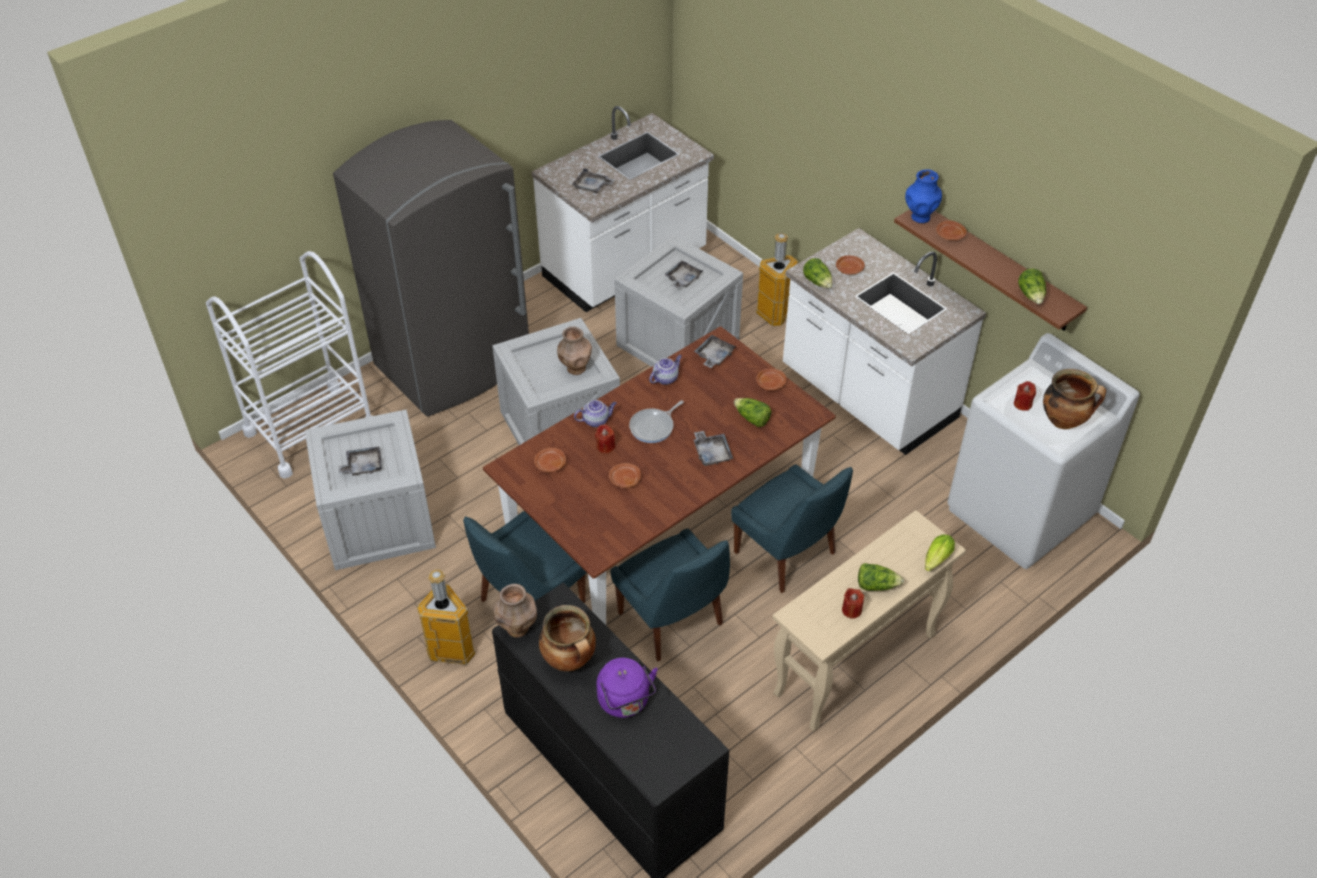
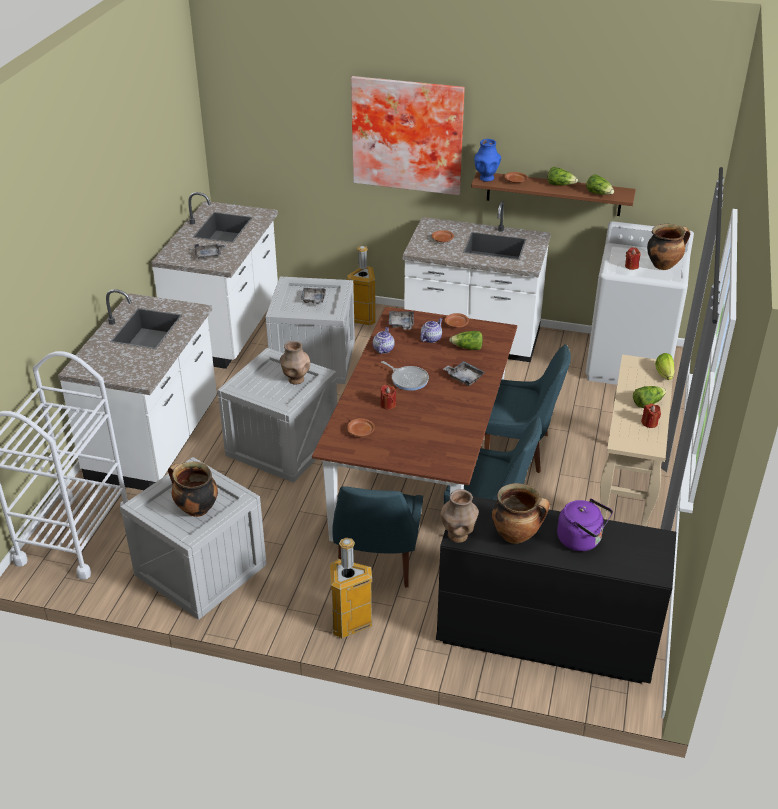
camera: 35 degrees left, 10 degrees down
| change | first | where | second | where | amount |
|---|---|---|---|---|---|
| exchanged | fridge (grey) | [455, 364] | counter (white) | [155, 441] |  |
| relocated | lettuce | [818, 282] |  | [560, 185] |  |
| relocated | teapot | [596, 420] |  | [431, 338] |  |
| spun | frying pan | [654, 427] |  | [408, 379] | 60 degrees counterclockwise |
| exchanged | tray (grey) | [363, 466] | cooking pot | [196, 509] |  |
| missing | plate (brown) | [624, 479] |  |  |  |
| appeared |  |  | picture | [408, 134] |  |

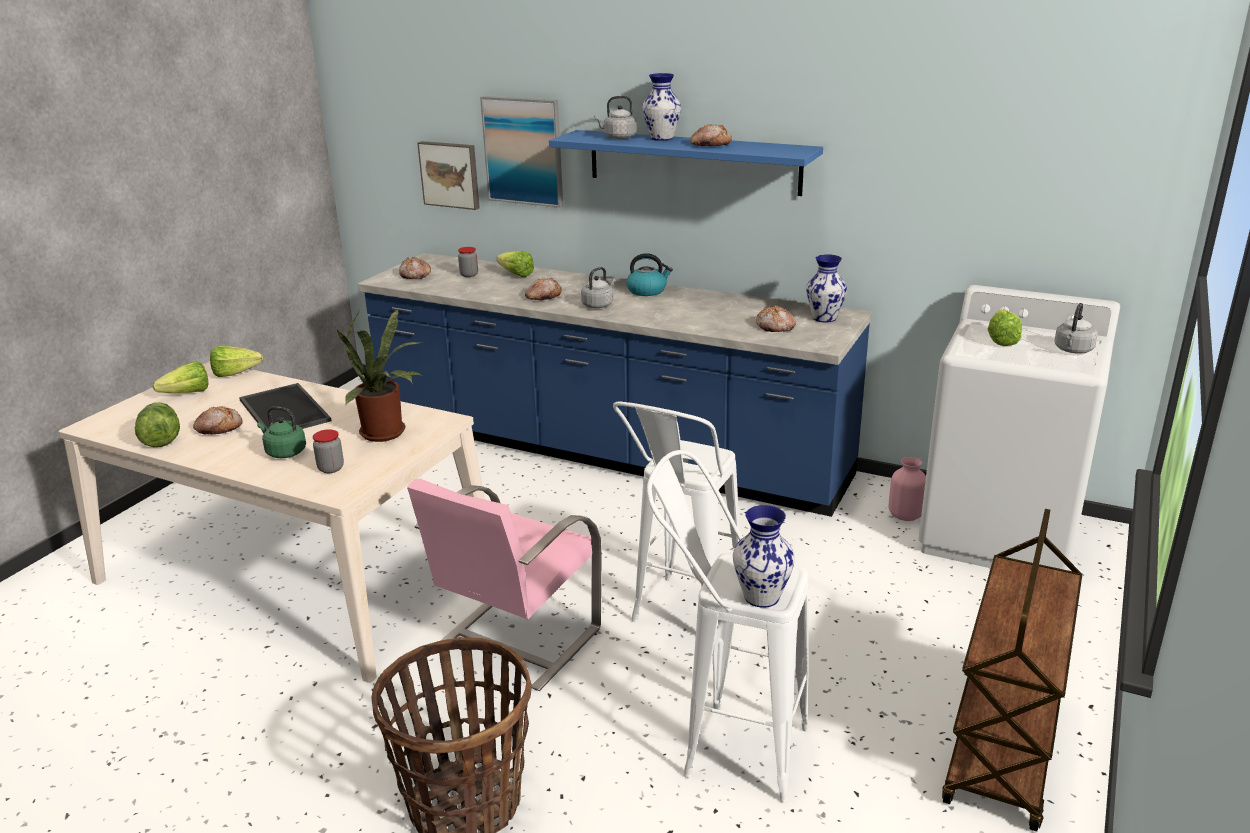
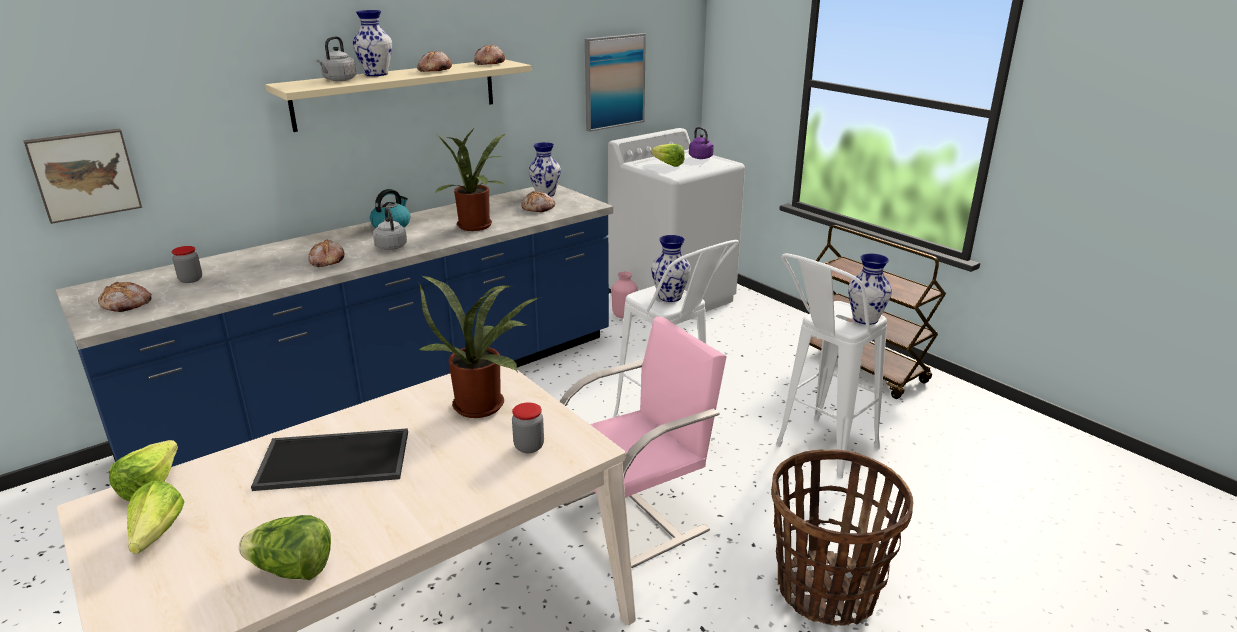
camera: 65 degrees left, 0 degrees up
| change | first | where | second | where | amount |
|---|---|---|---|---|---|
| relocated | picture | [523, 151] |  | [614, 81] |  |
| colour | shelf (blue) | [693, 162] | shelf (beige) | [397, 93] |  |
| missing | lettuce | [514, 274] |  |  |  |
| colour | kettle (grey) | [1073, 350] | kettle (purple) | [701, 158] |  |
| relocated | bread | [219, 428] |  | [489, 63] |  |
| missing | kettle (green) | [284, 452] |  |  |  |
| spun | chair (pink) | [515, 640] |  | [635, 515] | 90 degrees counterclockwise |
| appeared |  |  | potted plant | [477, 227] |  |
| appeared |  |  | vase | [670, 297] |  |

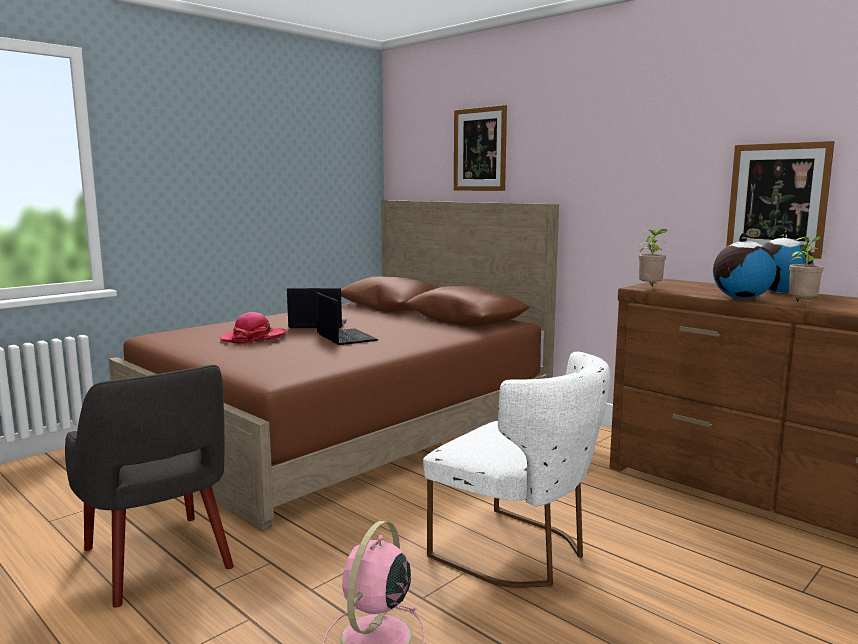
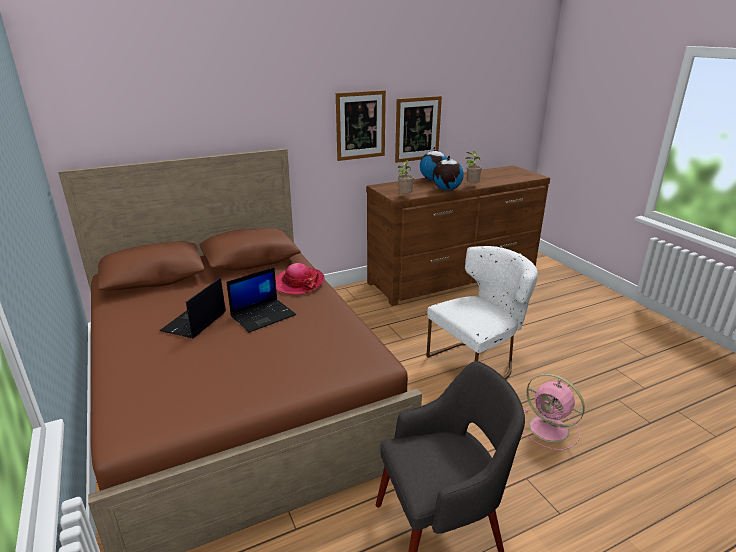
camera: 70 degrees left, 15 degrees up
| change | first | where | second | where | amount |
|---|---|---|---|---|---|
| relocated | picture | [480, 149] |  | [360, 125] |  |
| spun | laptop | [345, 337] |  | [263, 315] | 150 degrees clockwise |
| relocated | hat | [254, 338] |  | [298, 283] |  |

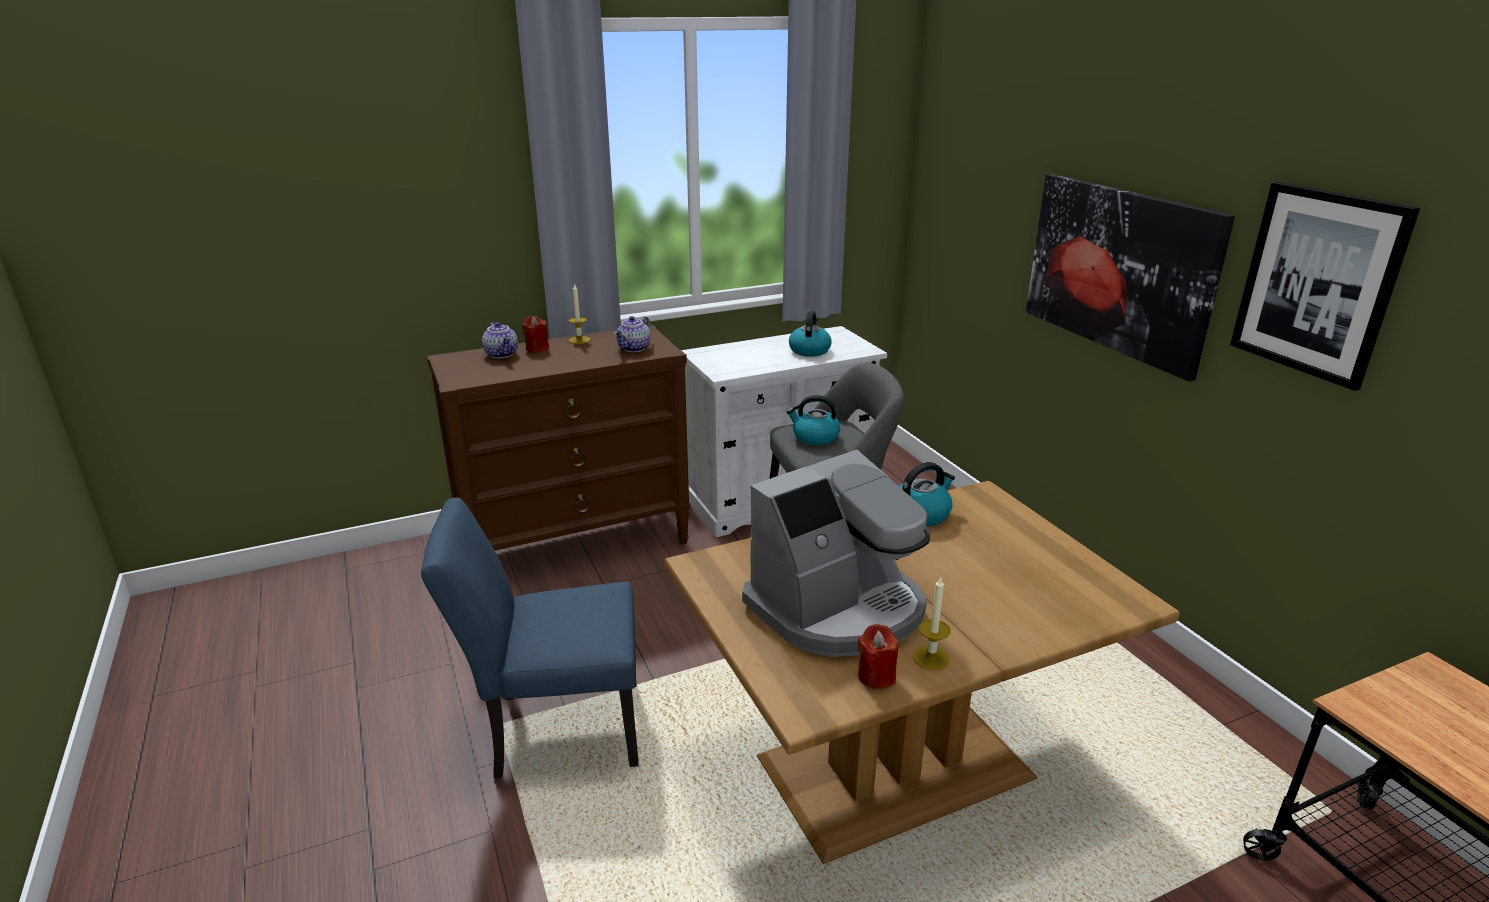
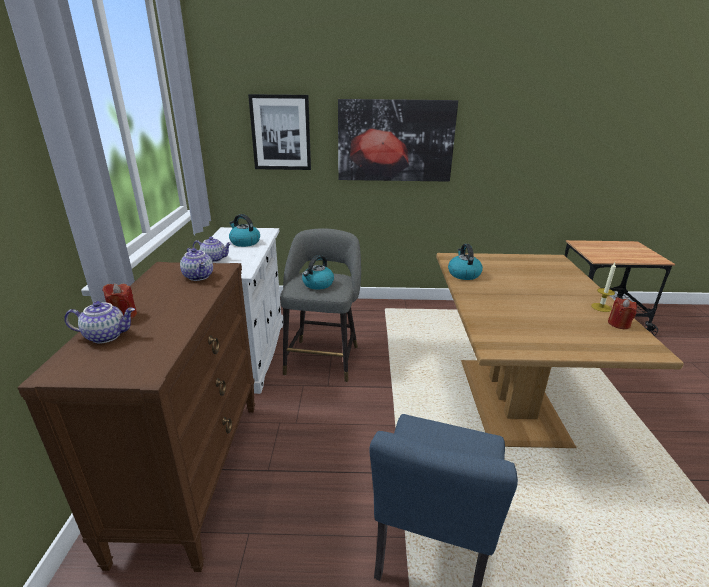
camera: 65 degrees left, 0 degrees up
| change | first | where | second | where | amount |
|---|---|---|---|---|---|
| relocated | picture | [1317, 283] |  | [281, 133] |  |
| missing | candle | [579, 340] |  |  |  |
| missing | coffee machine | [838, 609] |  |  |  |
| appeared |  |  | teapot | [214, 259] |  |

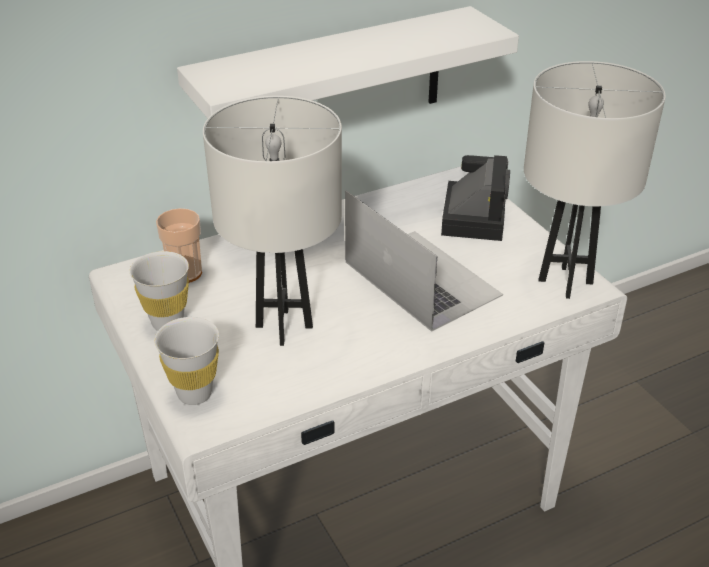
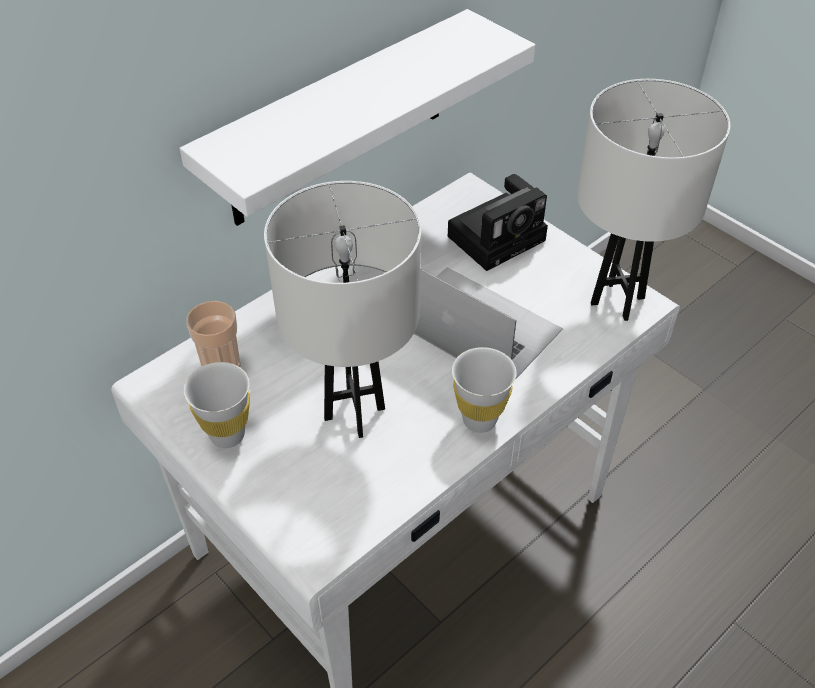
camera: 15 degrees left, 10 degrees up
| change | first | where | second | where | amount |
|---|---|---|---|---|---|
| spun | photo camera | [473, 215] |  | [499, 236] | 60 degrees clockwise |
| relocated | cup (white) | [194, 394] |  | [479, 420] |  |

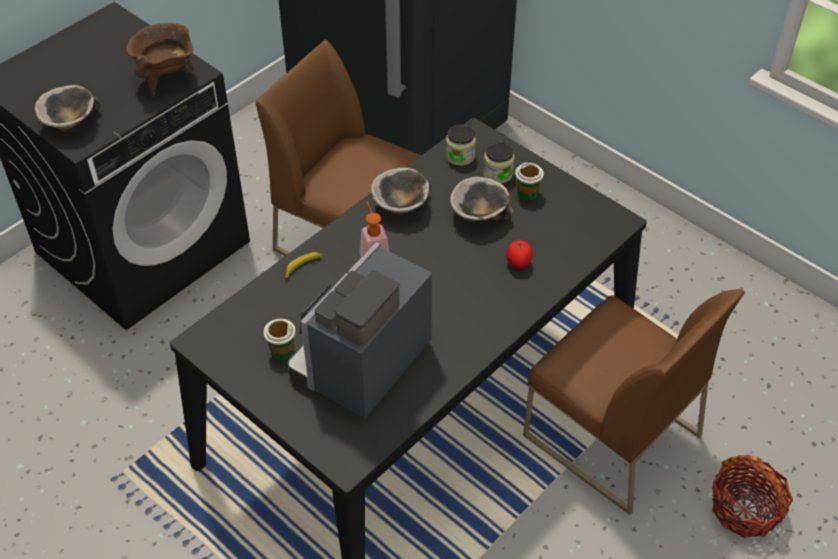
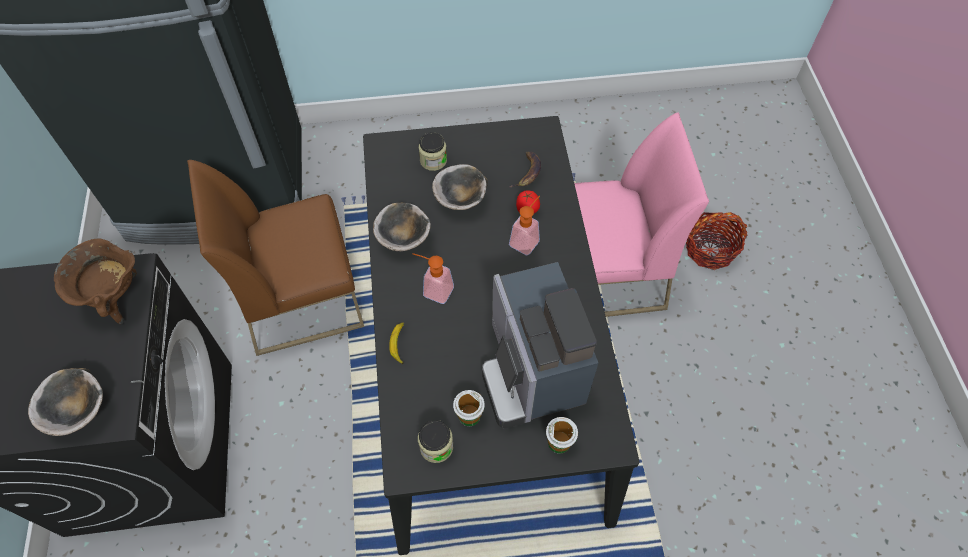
camera: 50 degrees left, 10 degrees up
| change | first | where | second | where | amount |
|---|---|---|---|---|---|
| relocated | jar | [460, 156] |  | [436, 446] |  |
| relocated | cup | [527, 193] |  | [559, 442] |  |
| colour | chair (brown) | [610, 435] | chair (pink) | [603, 274] |  |
| appeared |  |  | banana | [527, 173] |  |
| appeared |  |  | soap dispenser | [527, 239] |  |

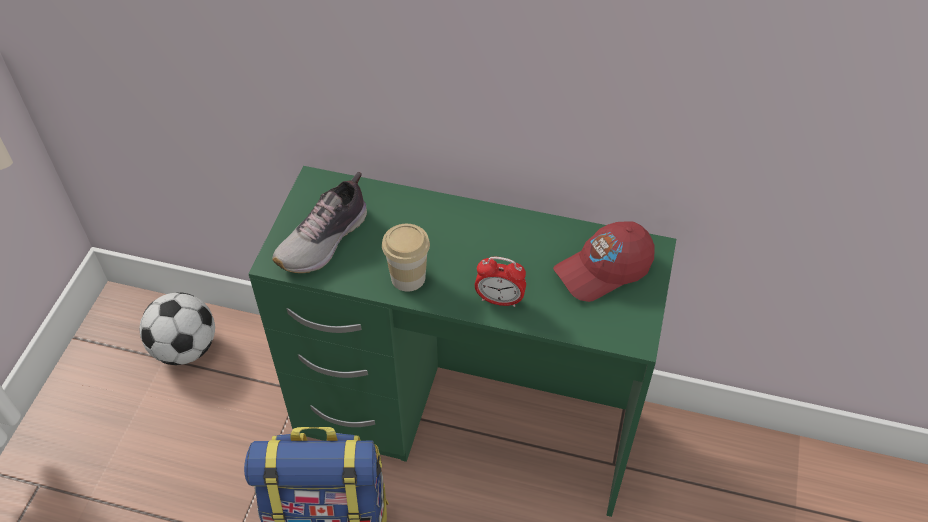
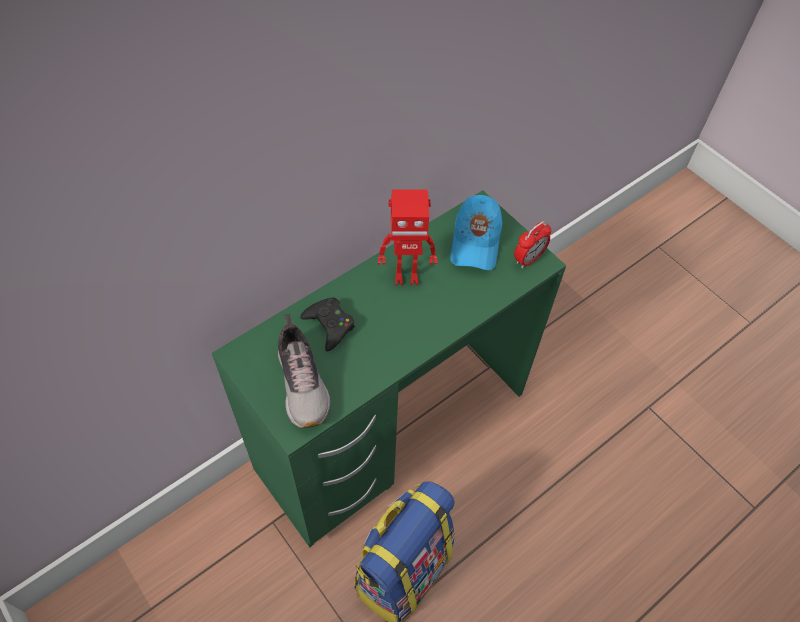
camera: 55 degrees left, 5 degrees up
| change | first | where | second | where | amount |
|---|---|---|---|---|---|
| colour | cap (red) | [603, 270] | cap (blue) | [475, 242] |  |
| missing | cup | [408, 277] |  |  |  |
| relocated | alarm clock | [499, 300] |  | [528, 259] |  |
| missing | football | [185, 348] |  |  |  |
| appeared |  |  | toy robot | [406, 276] |  |
| appeared |  |  | game controller (black) | [329, 325] |  |

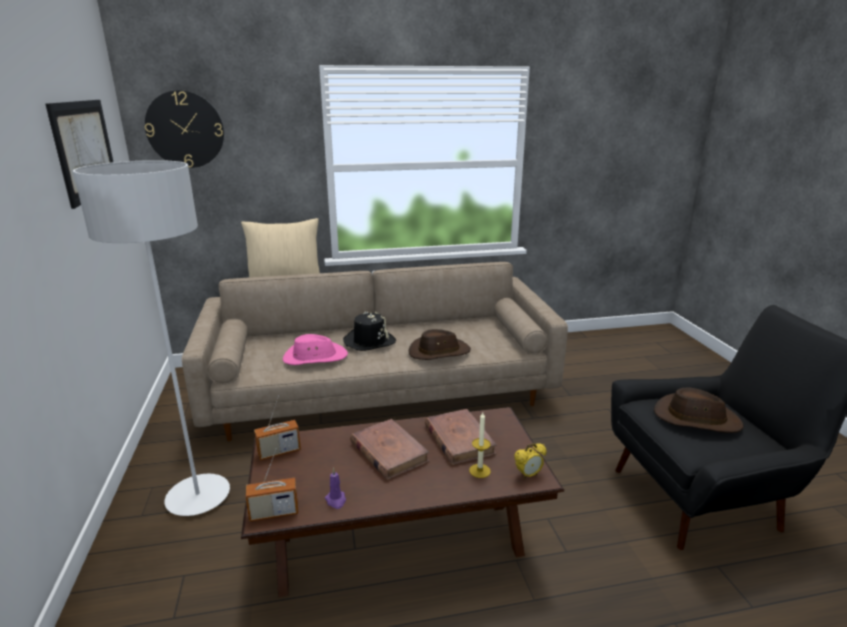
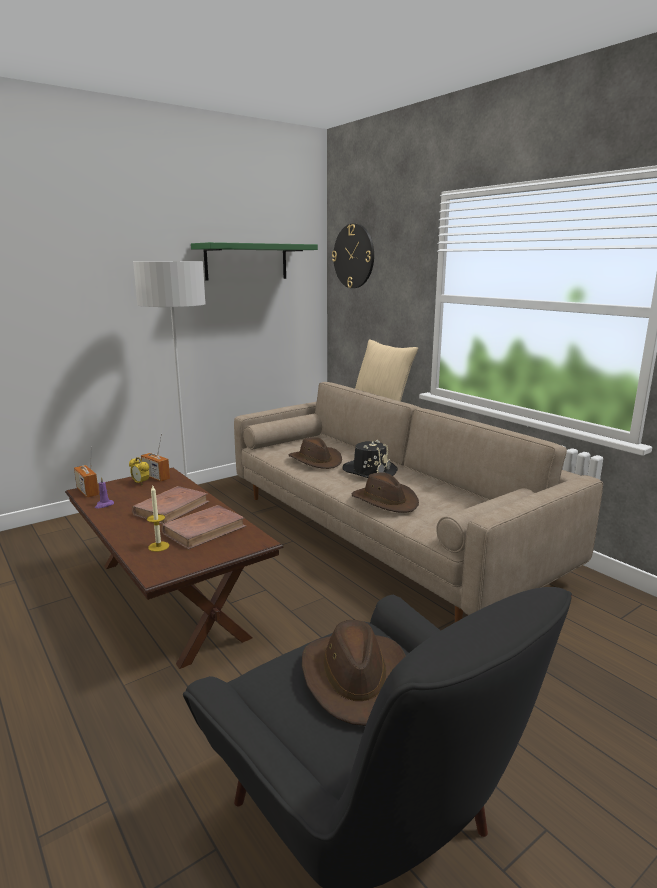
camera: 65 degrees right, 5 degrees down
| change | first | where | second | where | amount |
|---|---|---|---|---|---|
| exchanged | picture | [85, 150] | shelf (green) | [246, 262] |  |
| colour | hat (pink) | [315, 357] | hat (brown) | [316, 460] |  |
| relocated | alarm clock | [528, 475] |  | [140, 483] |  |

